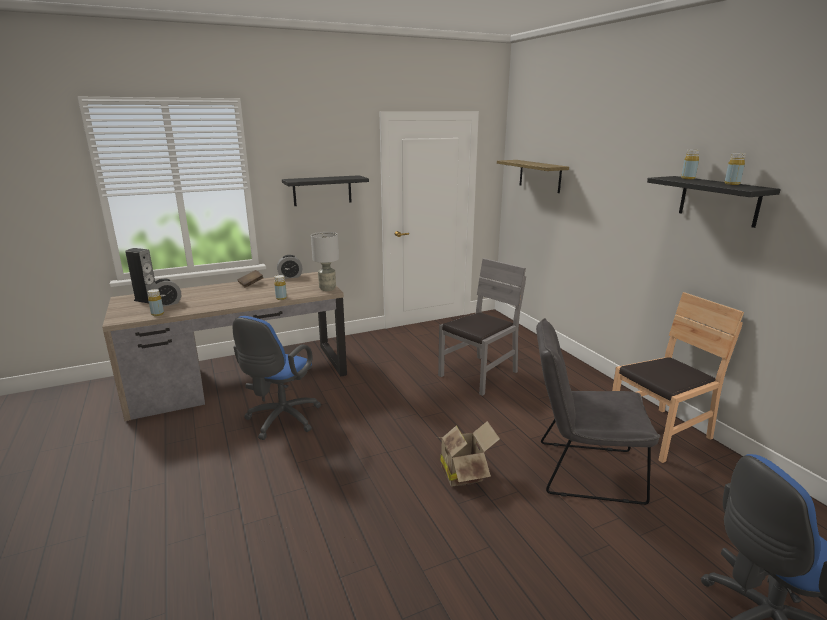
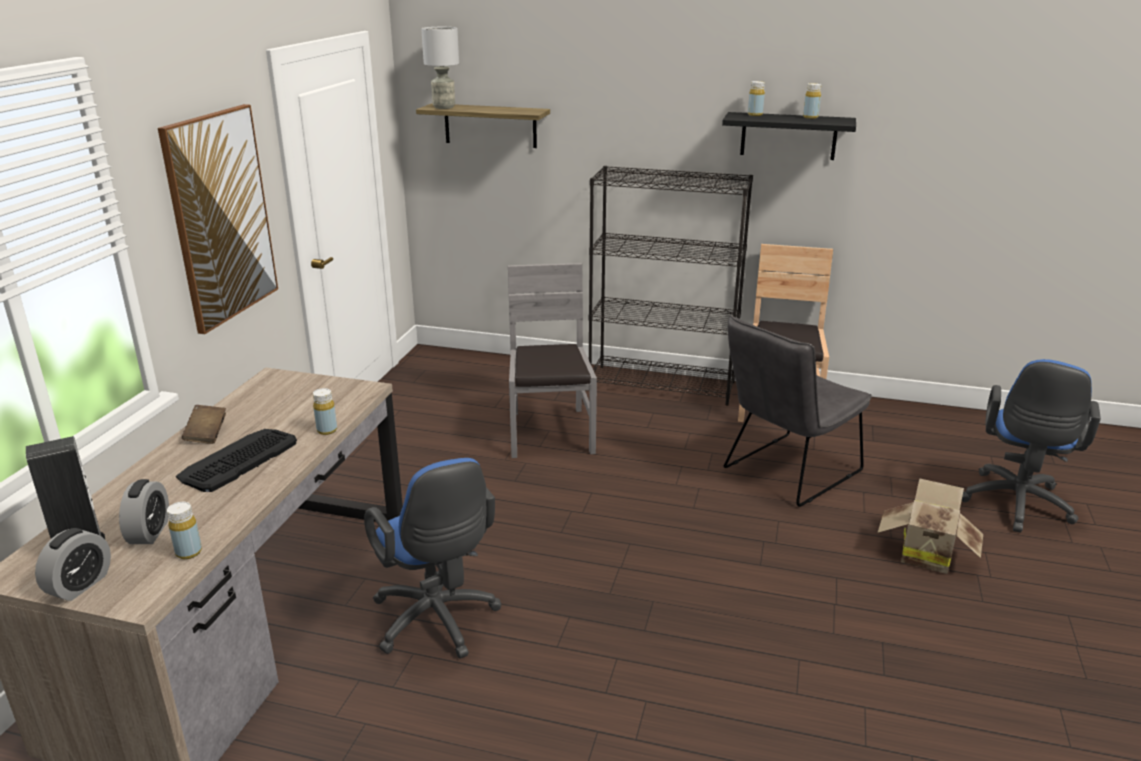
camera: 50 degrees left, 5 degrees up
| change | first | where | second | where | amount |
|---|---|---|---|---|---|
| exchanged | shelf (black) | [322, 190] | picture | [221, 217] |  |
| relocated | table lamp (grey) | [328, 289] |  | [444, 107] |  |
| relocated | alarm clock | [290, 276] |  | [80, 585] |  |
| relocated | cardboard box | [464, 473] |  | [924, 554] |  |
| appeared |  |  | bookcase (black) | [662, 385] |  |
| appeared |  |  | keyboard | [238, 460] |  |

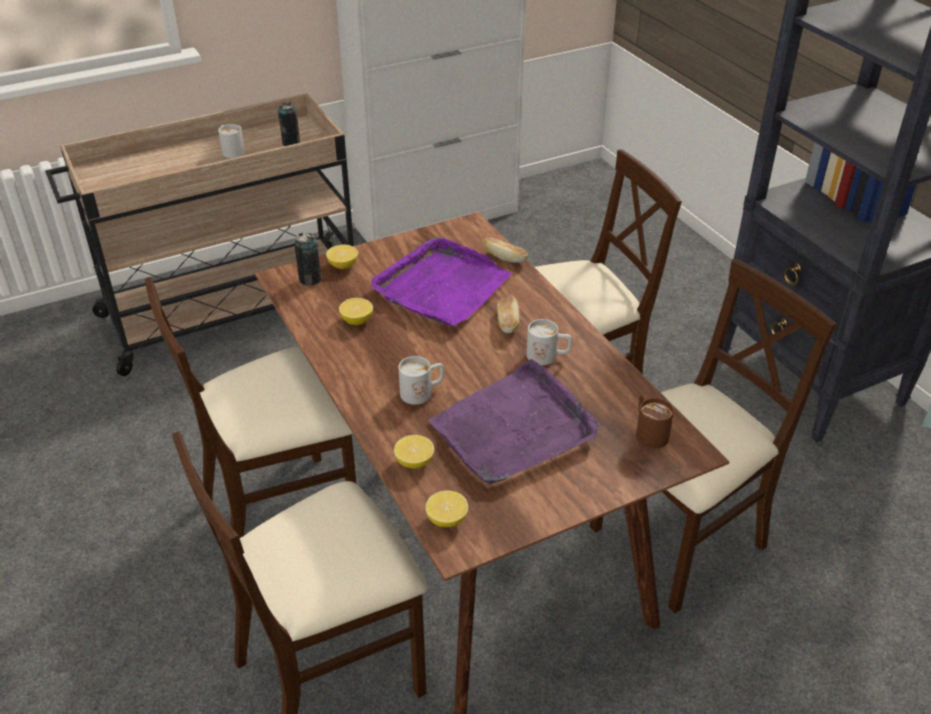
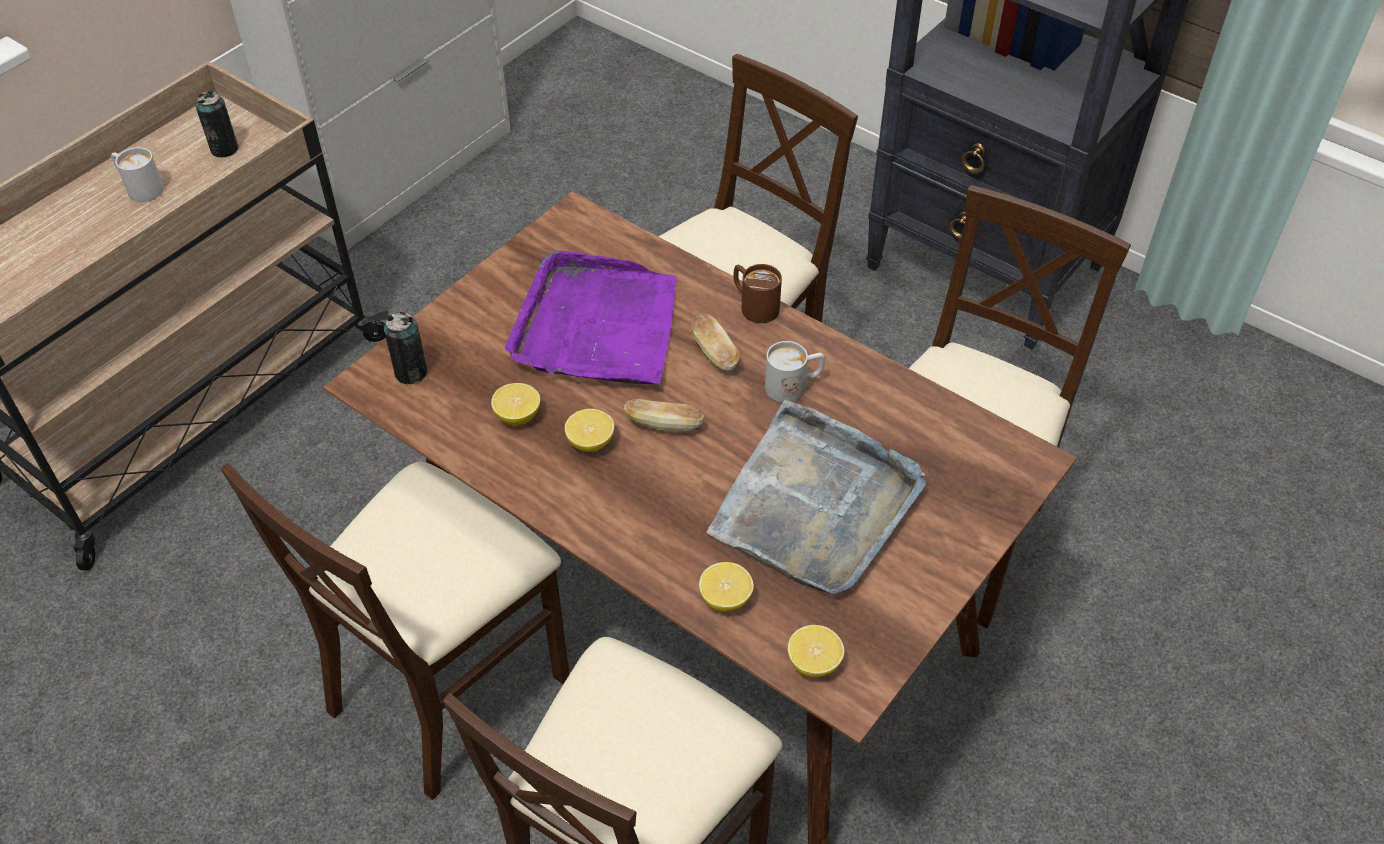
camera: 25 degrees left, 10 degrees up
| change | first | where | second | where | amount |
|---|---|---|---|---|---|
| relocated | bread | [504, 258] |  | [664, 424] |  |
| relocated | lemon | [343, 265] |  | [590, 442] |  |
| missing | mug (white) | [422, 392] |  |  |  |
| colour | tray (purple) | [514, 429] | tray (grey) | [815, 505] |  |
| relocated | mug (brown) | [648, 432] |  | [753, 305] |  |

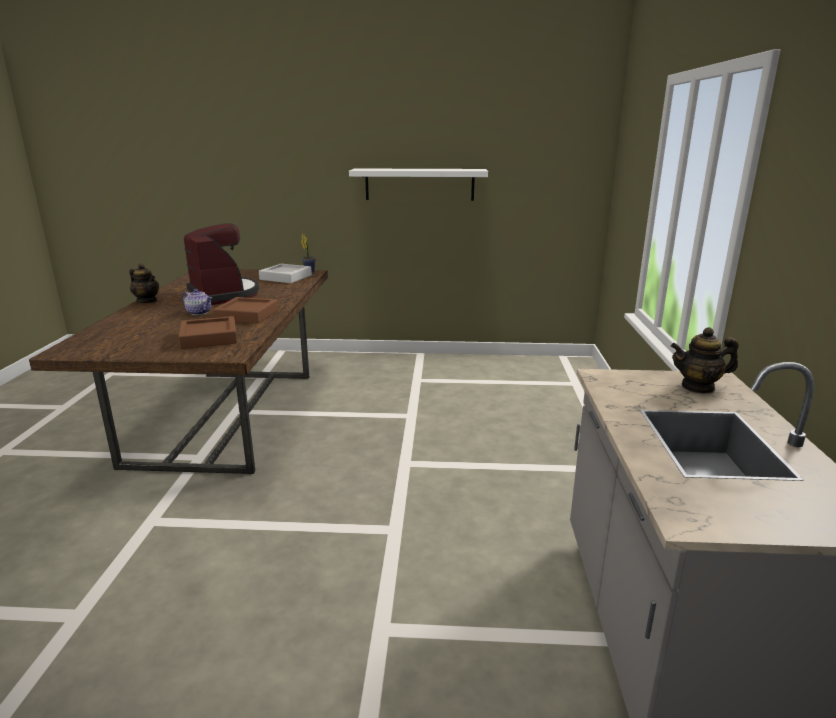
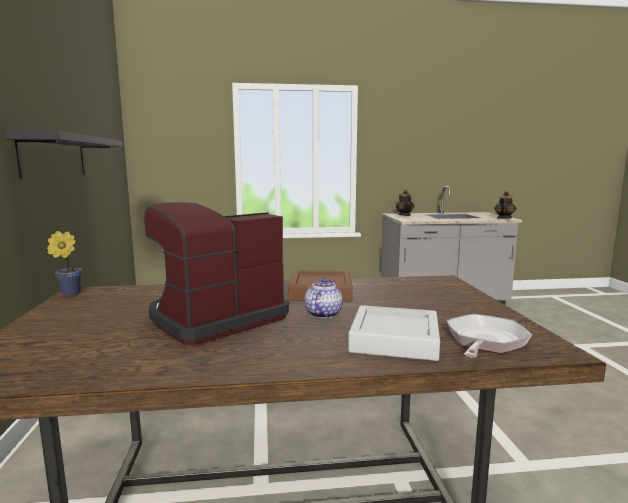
camera: 100 degrees left, 10 degrees down
| change | first | where | second | where | amount |
|---|---|---|---|---|---|
| colour | shelf (white) | [419, 184] | shelf (black) | [54, 156] |  |
| relocated | teapot | [147, 301] |  | [504, 218] |  |
| relocated | tray (grey) | [286, 277] |  | [394, 340] |  |
| missing | tray (brown) | [209, 338] |  |  |  |
| appeared |  |  | frying pan | [484, 341] |  |

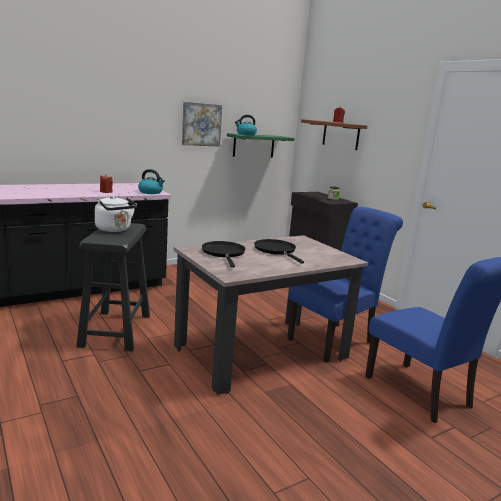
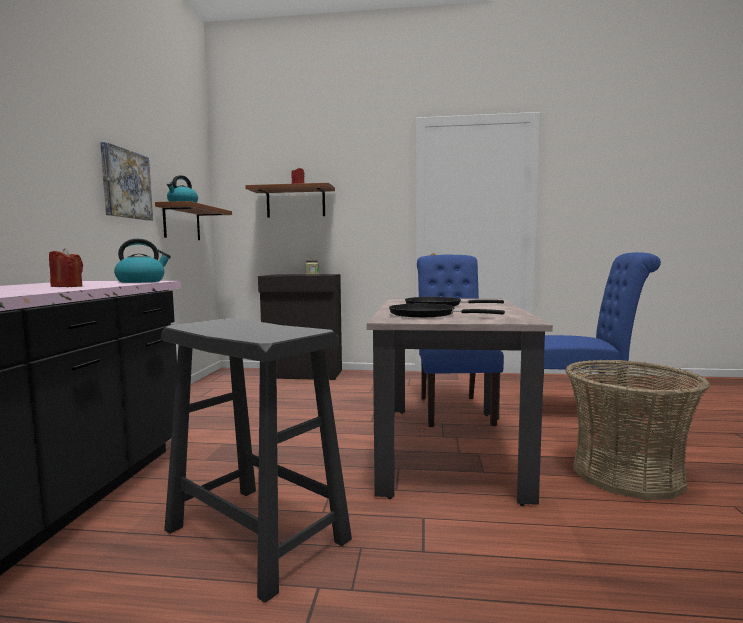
camera: 50 degrees left, 10 degrees down
| change | first | where | second | where | amount |
|---|---|---|---|---|---|
| colour | shelf (green) | [253, 145] | shelf (brown) | [182, 223] |  |
| missing | kettle (white) | [115, 229] |  |  |  |
| appeared |  |  | basket | [626, 474] |  |

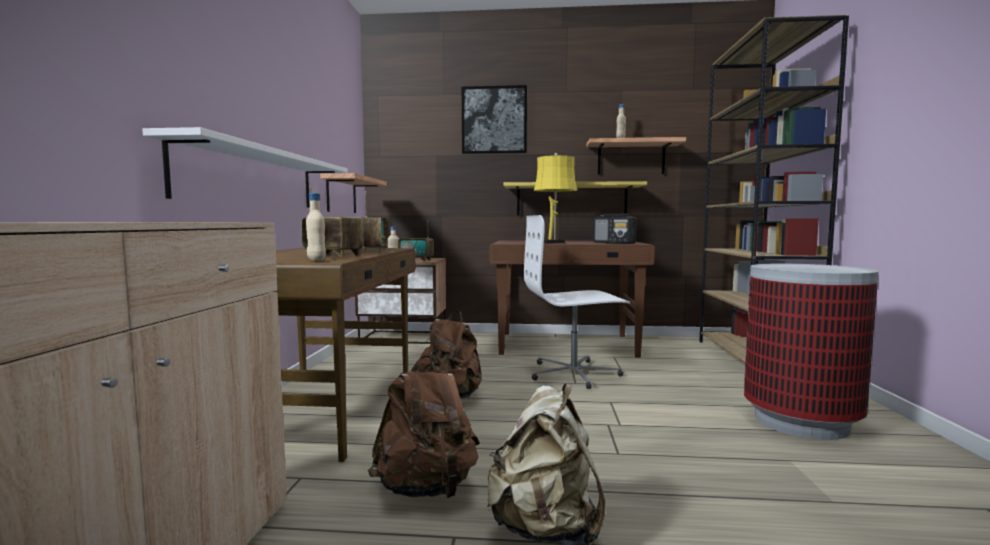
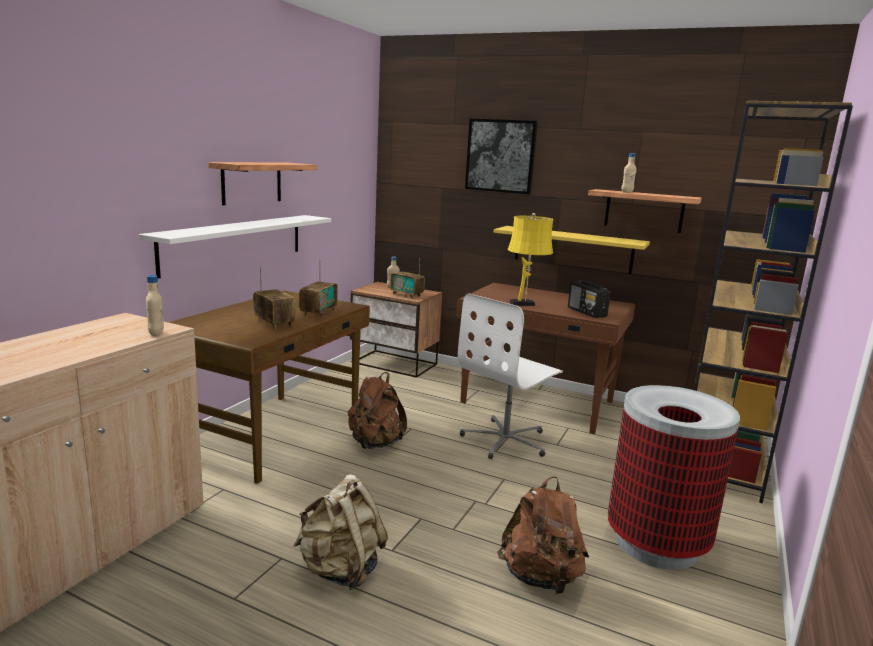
camera: 20 degrees right, 10 degrees up
| change | first | where | second | where | amount |
|---|---|---|---|---|---|
| relocated | shelf | [341, 195] |  | [252, 182] |  |
| relocated | bottle (beige) | [316, 260] |  | [156, 333] |  |
| spun | office chair (white) | [574, 374] |  | [506, 440] | 60 degrees counterclockwise |
| relocated | backpack (brown) | [426, 489] |  | [541, 577] |  |

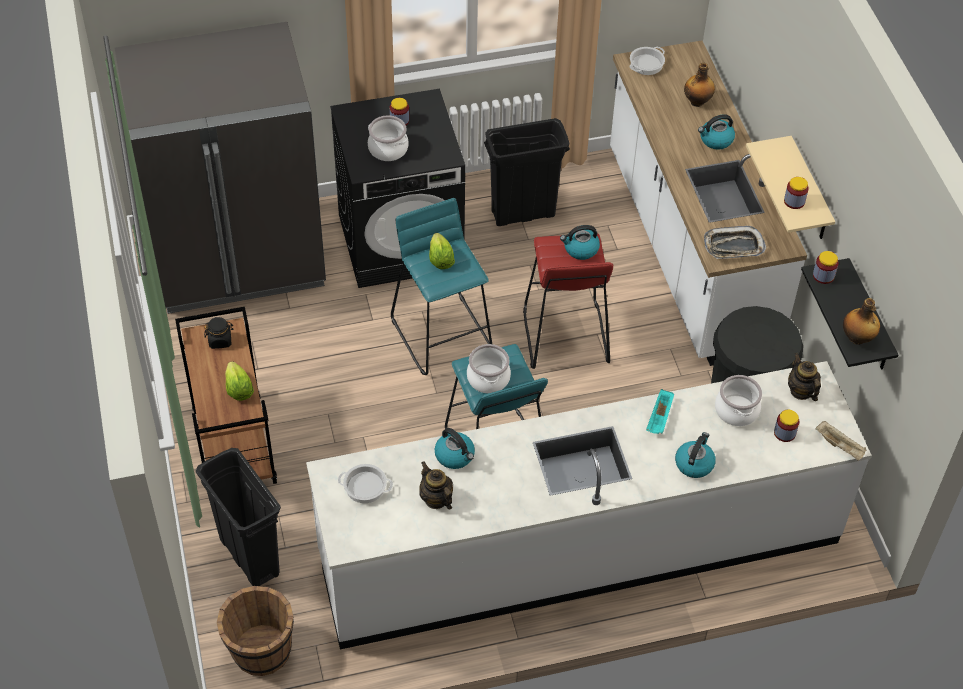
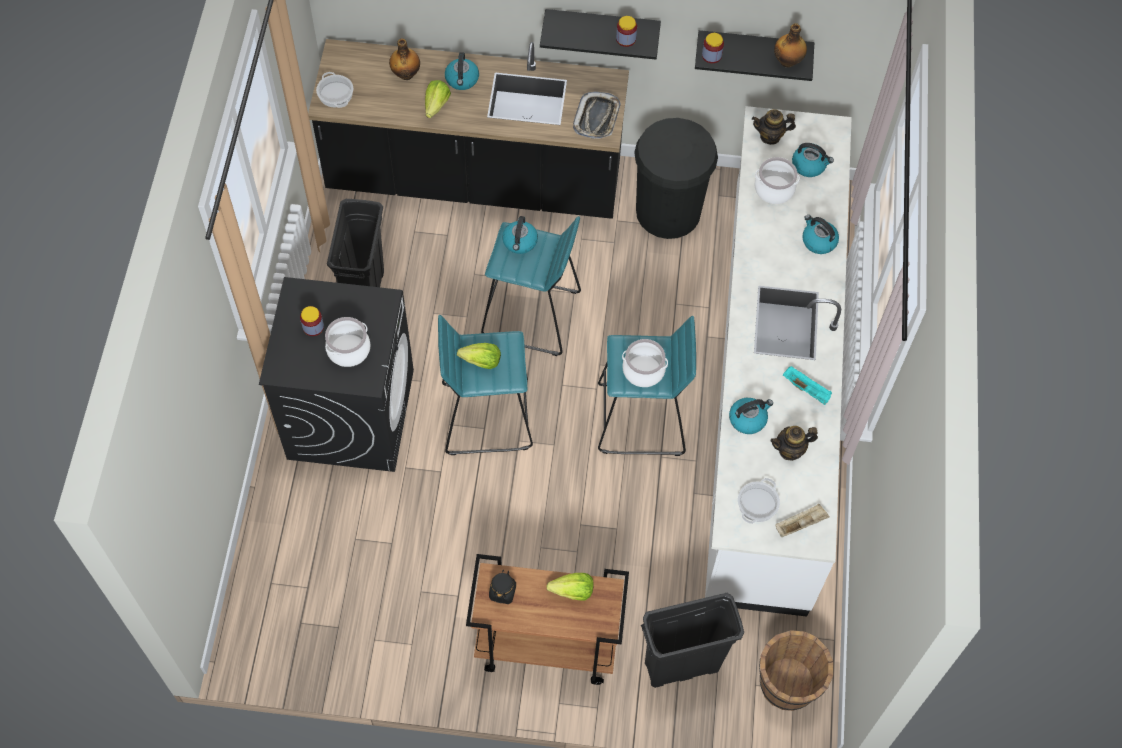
camera: 70 degrees left, 10 degrees up
| change | first | where | second | where | amount |
|---|---|---|---|---|---|
| missing | fridge (grey) | [238, 259] |  |  |  |
| colour | counter (white) | [688, 250] | counter (black) | [474, 180] |  |
| colour | shelf (beige) | [809, 192] | shelf (black) | [602, 28] |  |
| colour | stool (red) | [564, 336] | stool (turquoise) | [532, 315] |  |
| relocated | tray (turquoise) | [659, 418] |  | [806, 389] |  |
| exchanged | jar | [784, 433] | kettle | [809, 165] |  |
| relocated | tray (beige) | [840, 446] |  | [800, 524] |  |
| appeared |  |  | lettuce | [436, 105] |  |

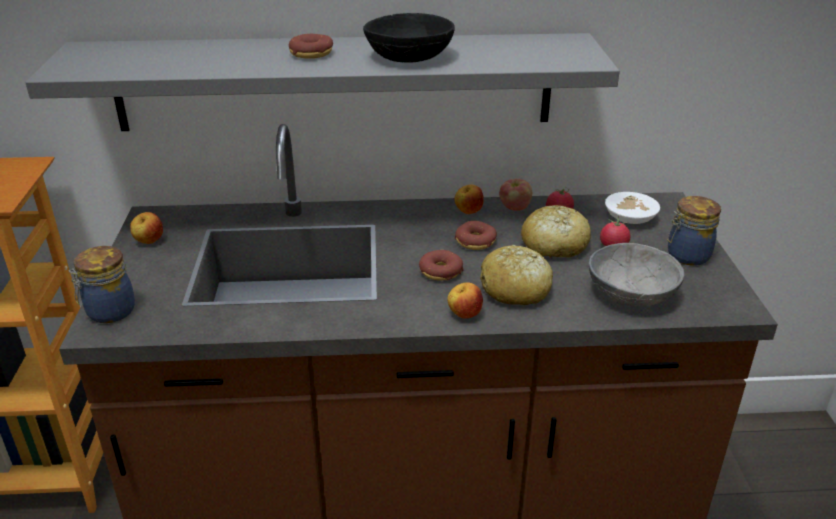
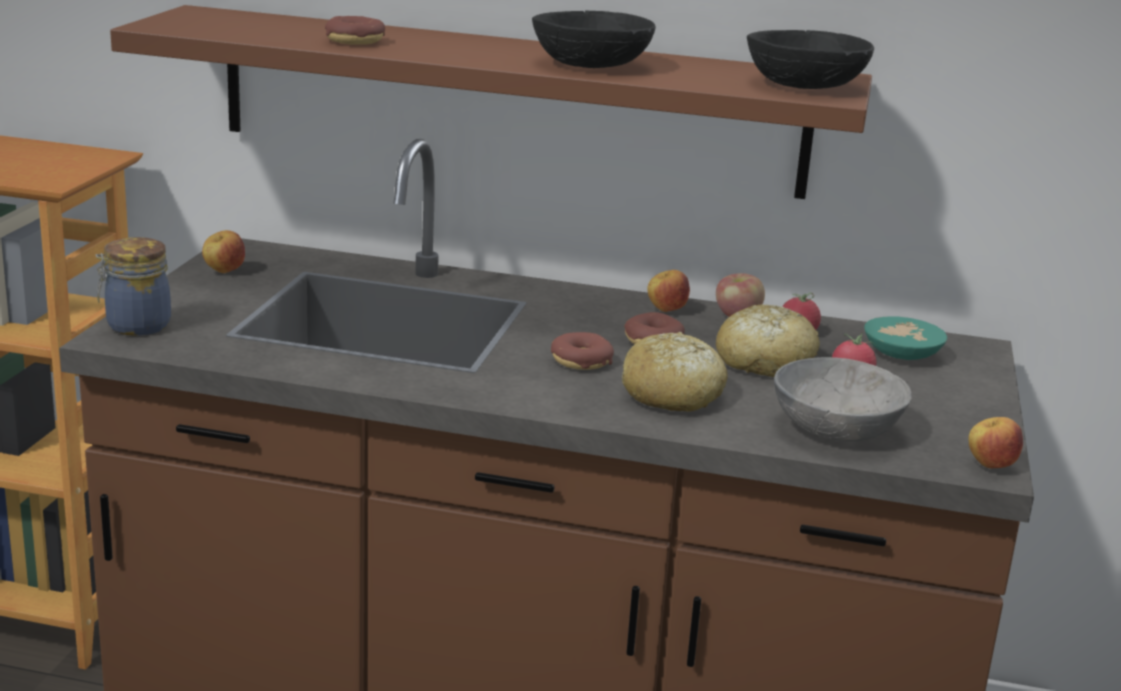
camera: 15 degrees right, 10 degrees down
| change | first | where | second | where | amount |
|---|---|---|---|---|---|
| colour | shelf (grey) | [334, 82] | shelf (brown) | [509, 101] |  |
| relocated | donut | [311, 54] |  | [354, 41] |  |
| colour | bowl (white) | [628, 219] | bowl (turquoise) | [899, 354] |  |
| missing | jar | [686, 256] |  |  |  |
| relocated | apple | [464, 315] |  | [990, 466] |  |
| appeared |  |  | bowl (black) | [805, 85] |  |

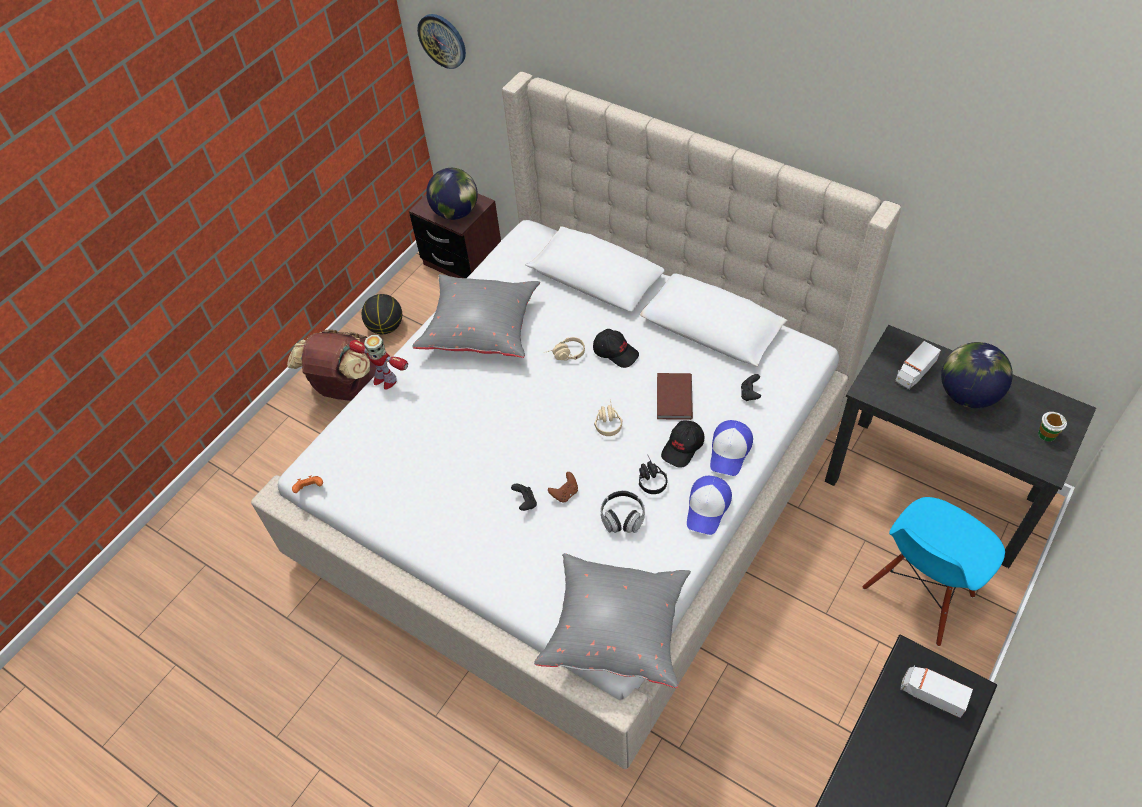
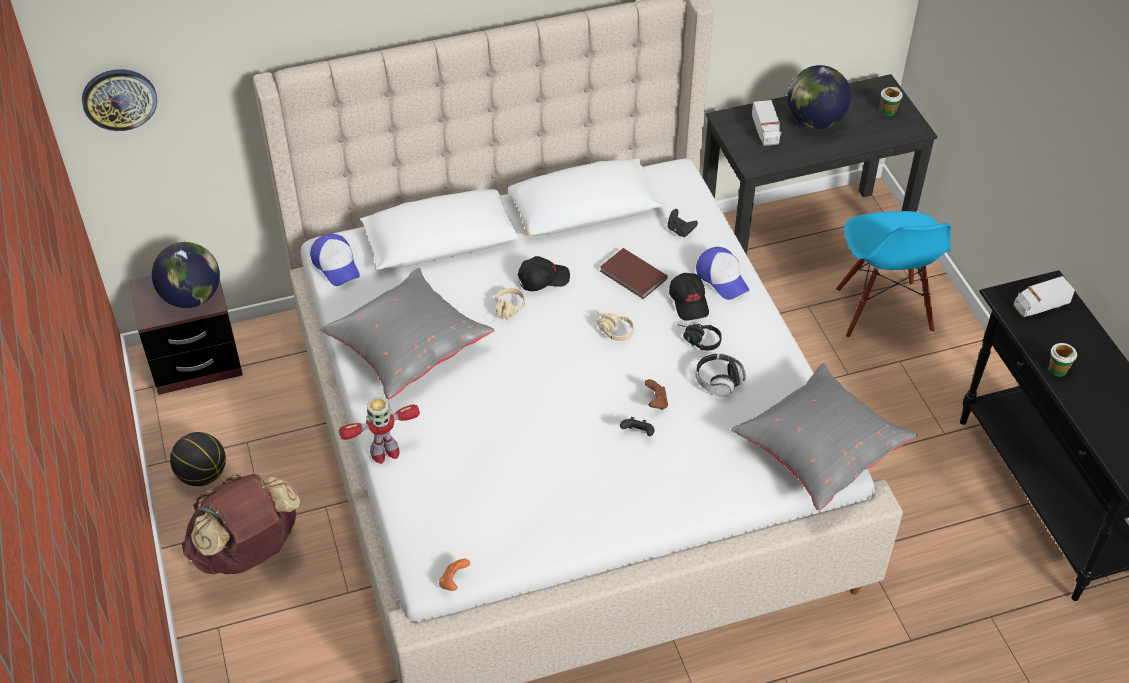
camera: 55 degrees left, 5 degrees down
| change | first | where | second | where | amount |
|---|---|---|---|---|---|
| relocated | cap | [708, 508] |  | [336, 265] |  |
| appeared |  |  | cup | [1057, 369] |  |

